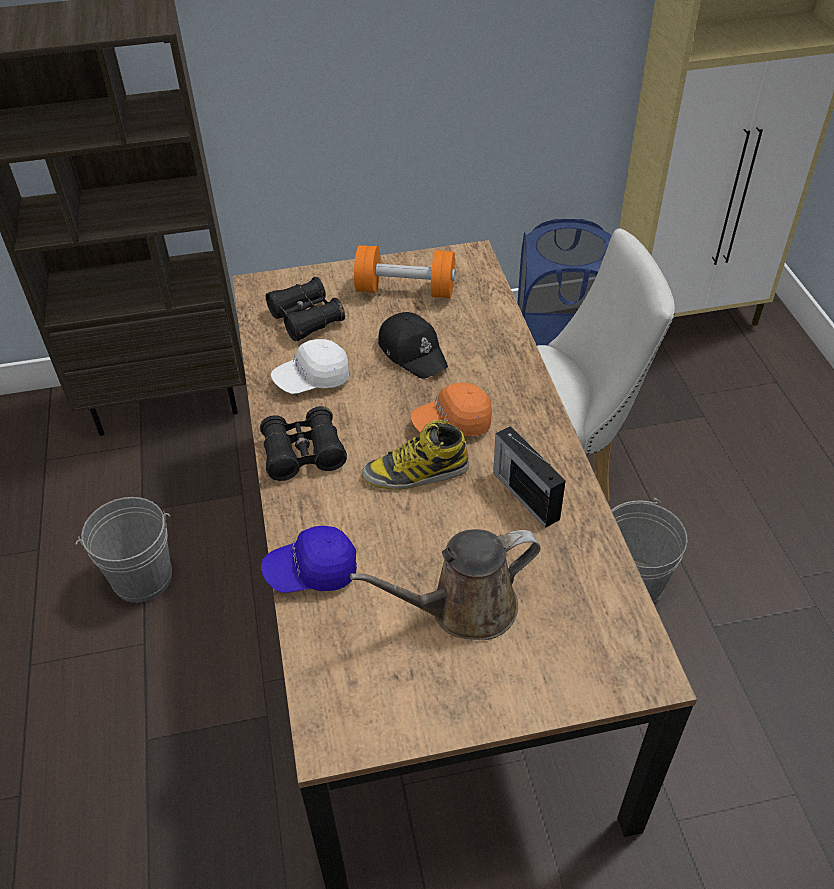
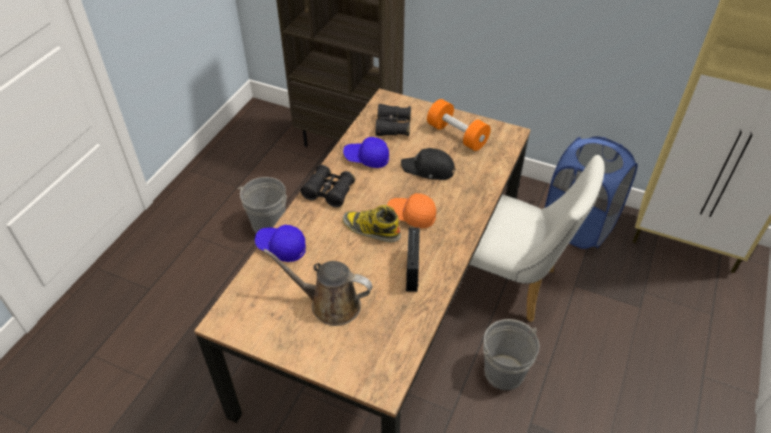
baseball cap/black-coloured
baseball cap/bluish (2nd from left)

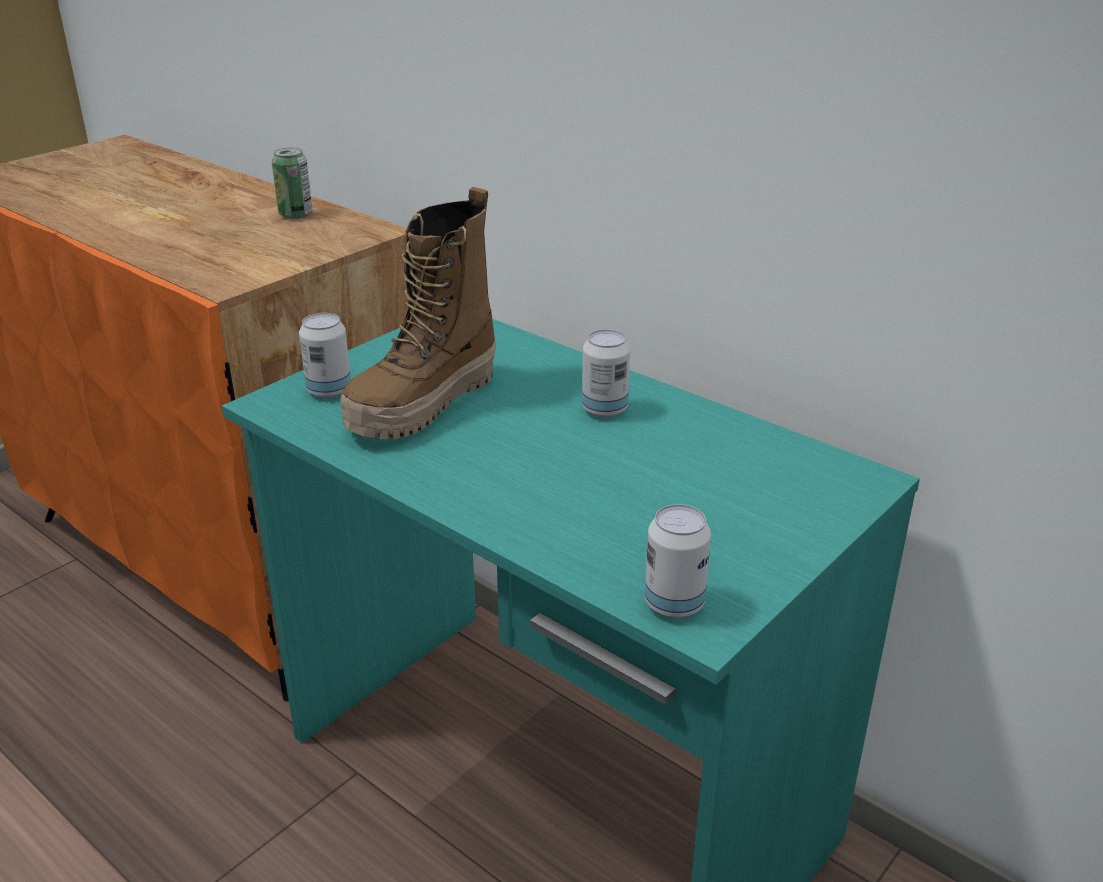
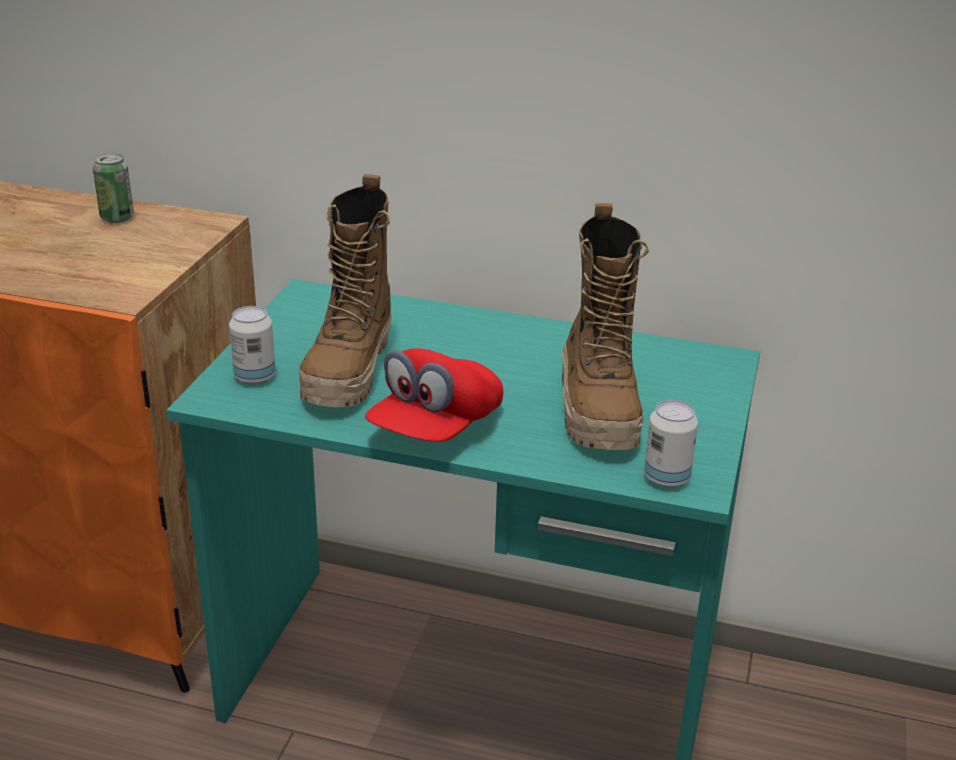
sealed can (3rd from left in the first image)
boot (2nd from left)
baseball cap/reddish

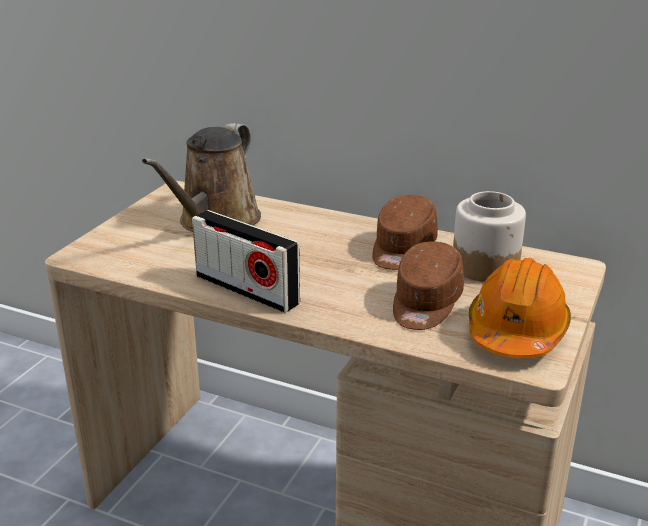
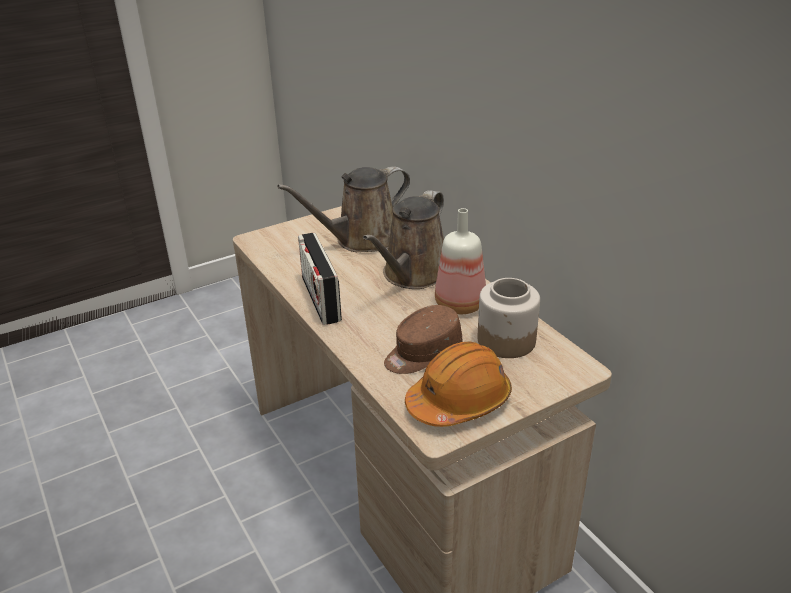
bottle
sprinkling can/brownish (2nd from left)

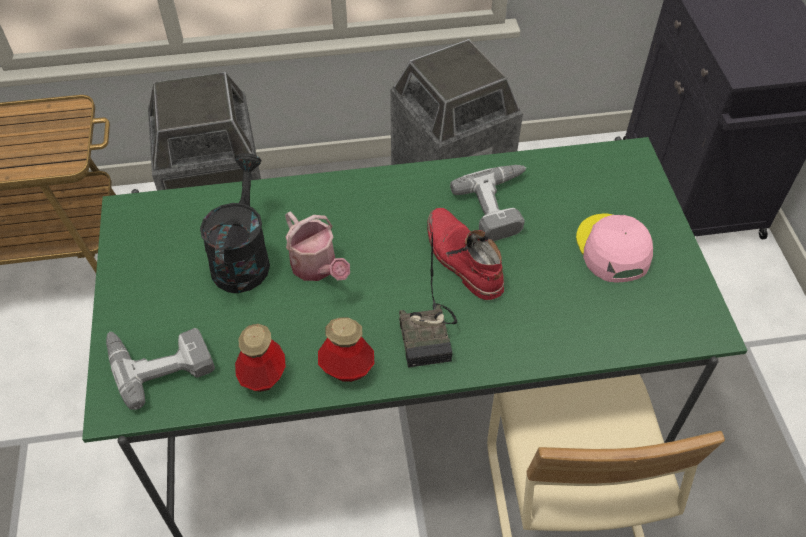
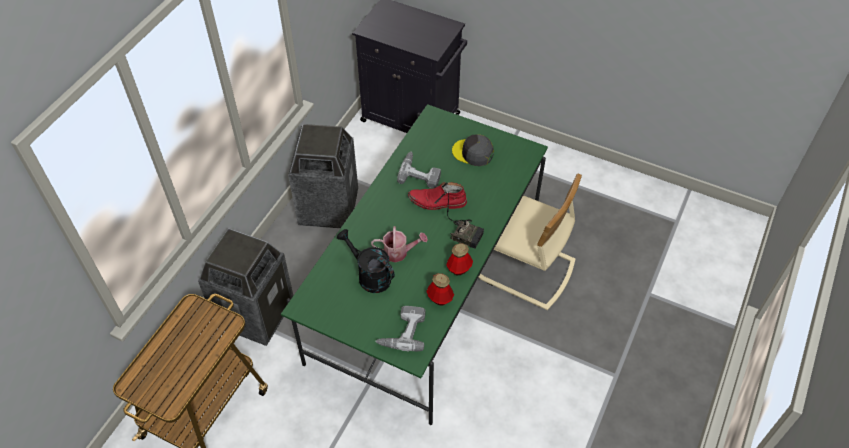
baseball cap/grey

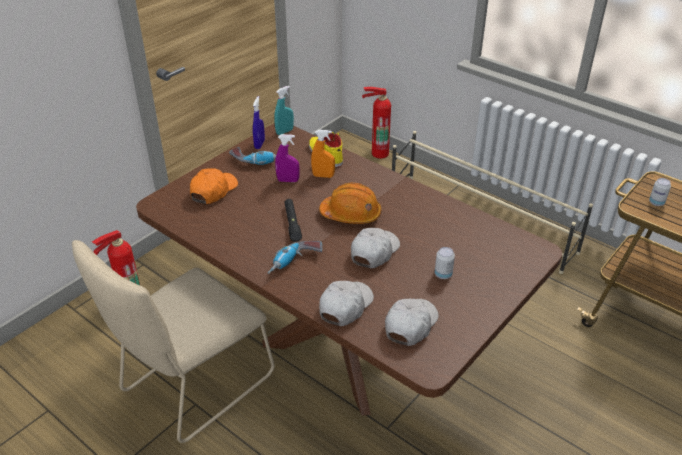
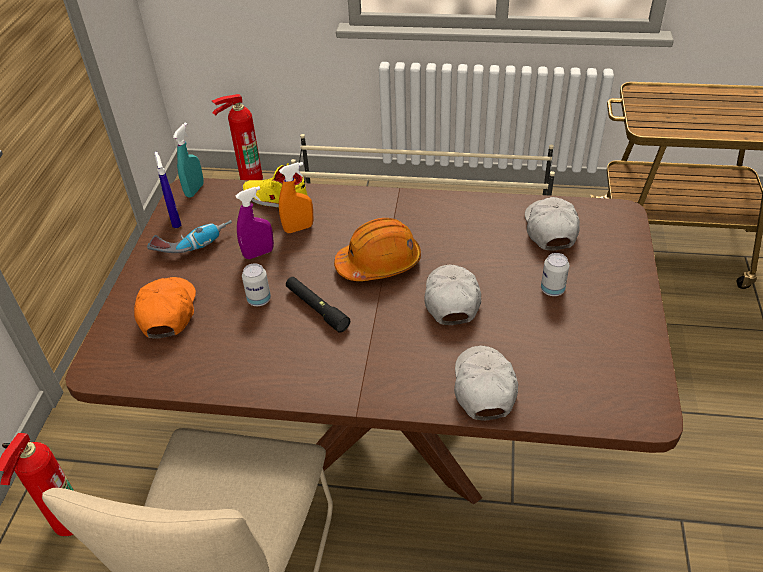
sealed can (1st from left)
electric drill (2nd from left in the first image)
baseball cap/white (3rd from left)

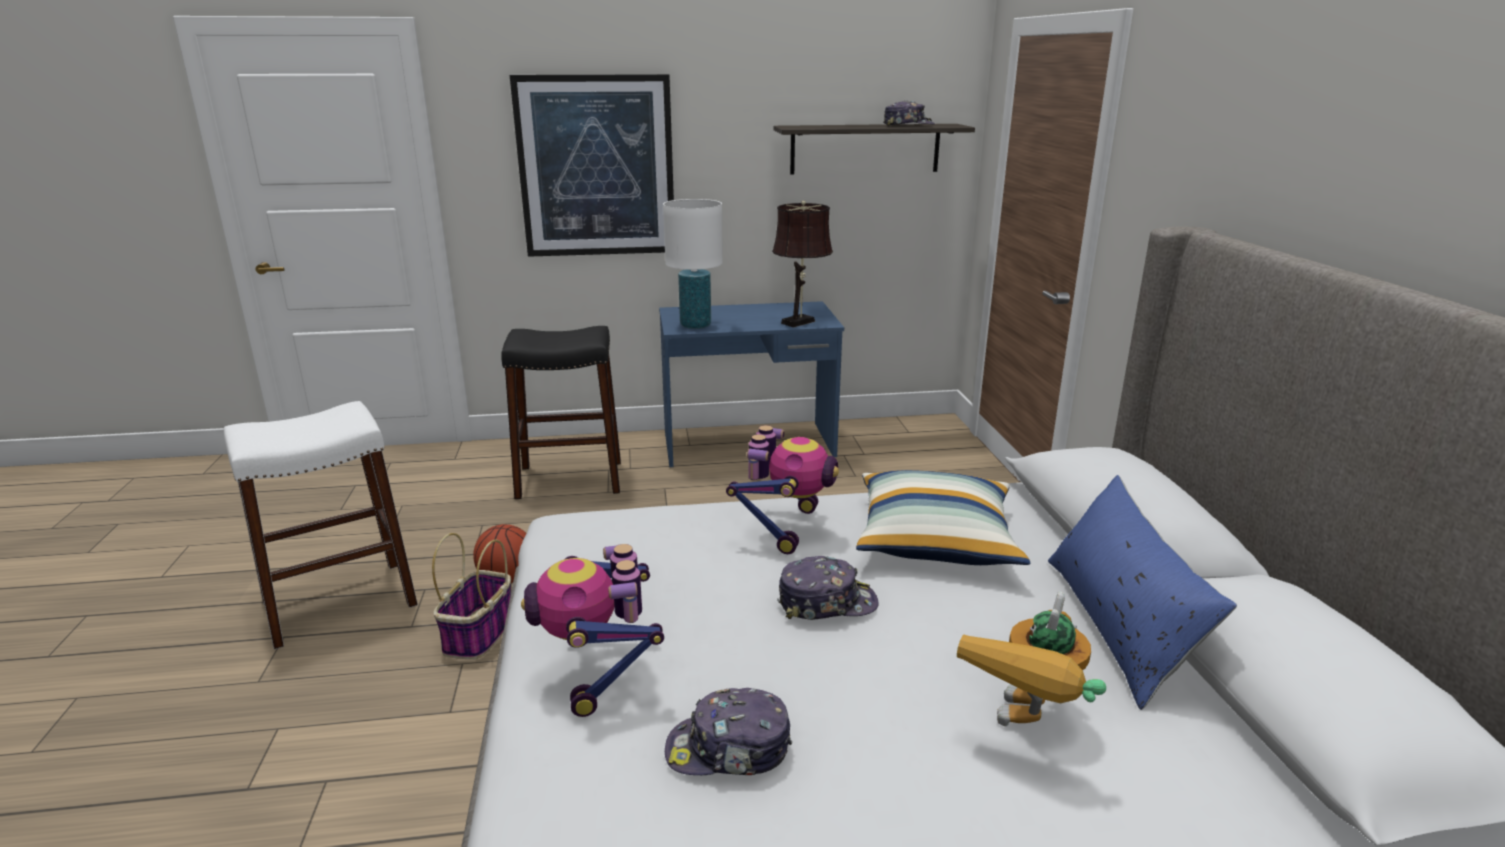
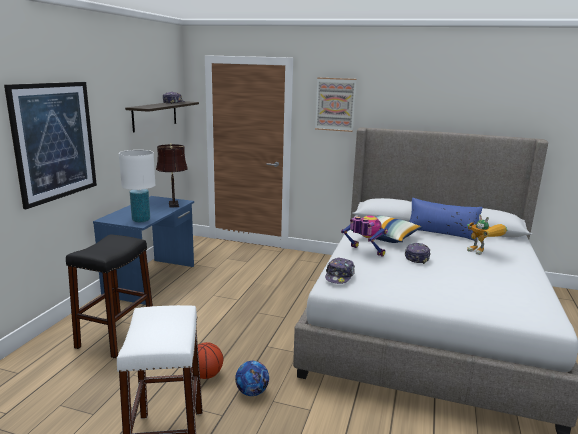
ball for football
toy robot (1st from left in the first image)
baseball cap (2nd from left)
wall picture (2nd from left)

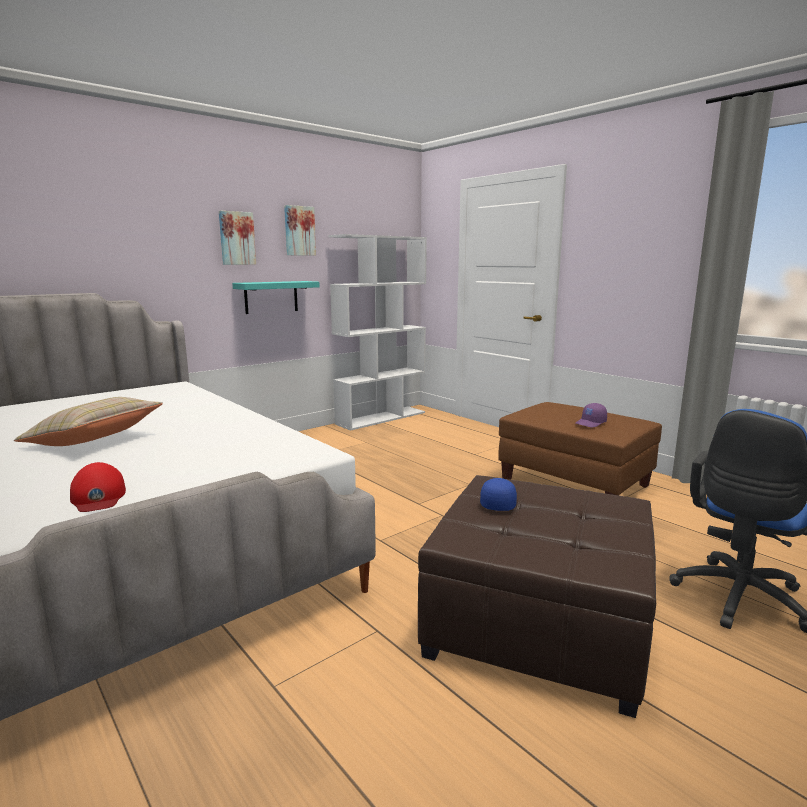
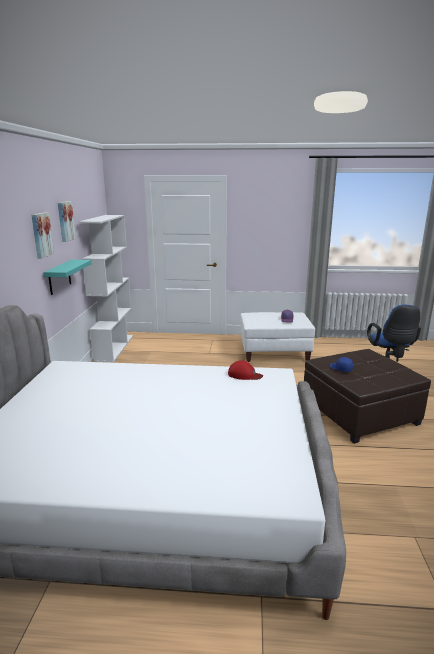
throw pillow/sand-coloured
ottoman/white
baseball cap/reddish

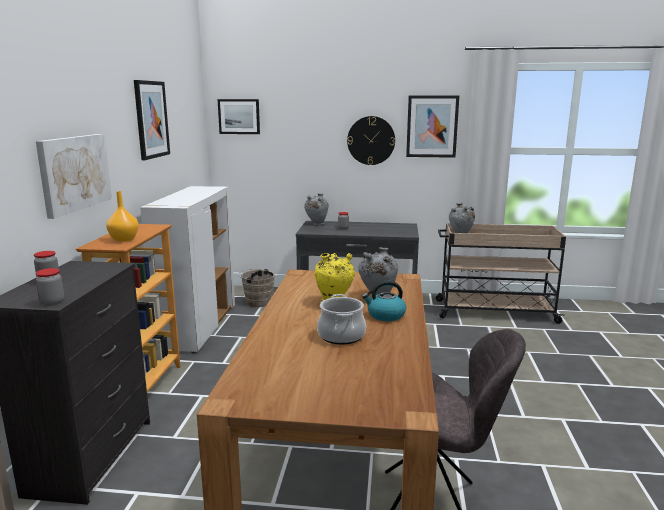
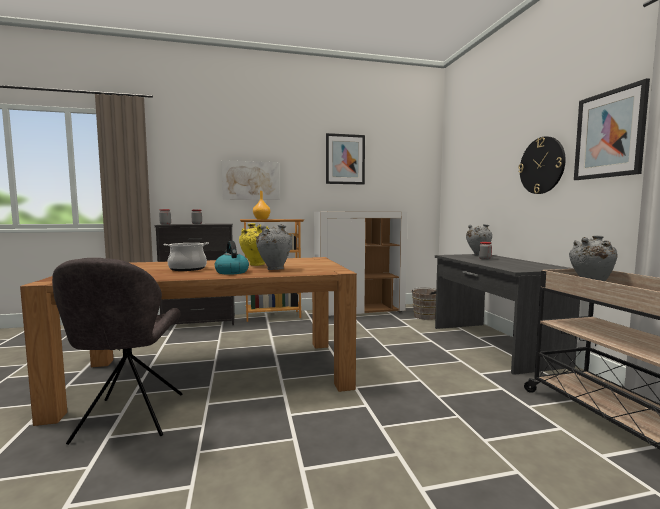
wall picture (3rd from left in the first image)

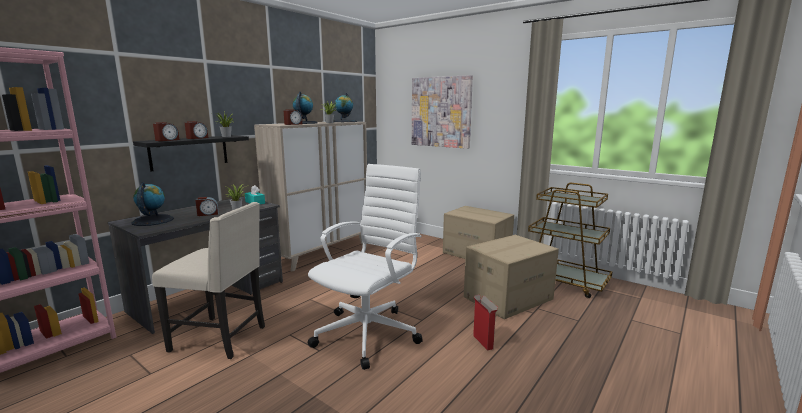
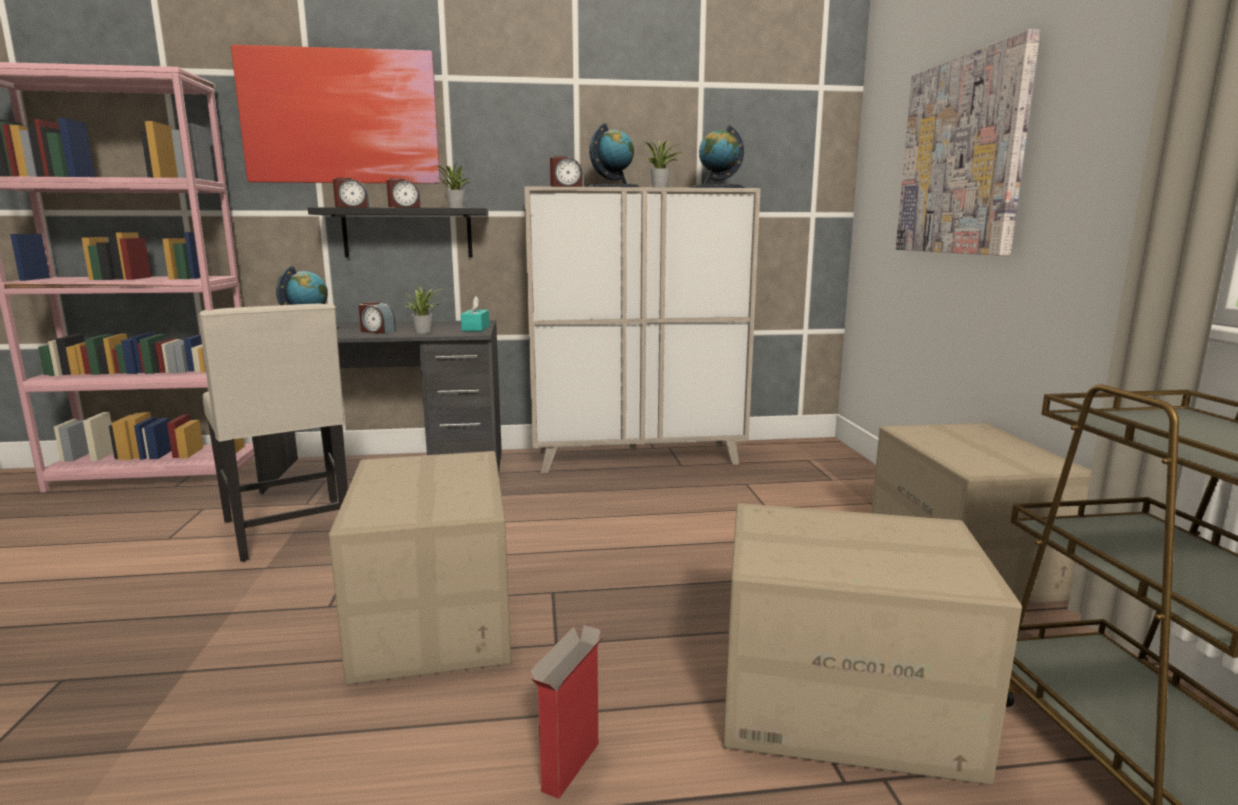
cardboard box (1st from left)
wall picture (1st from left)

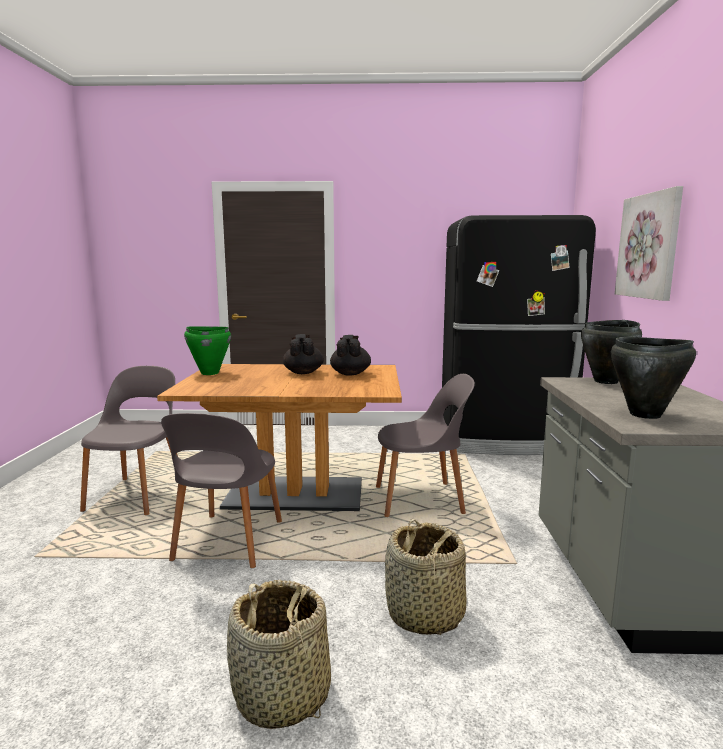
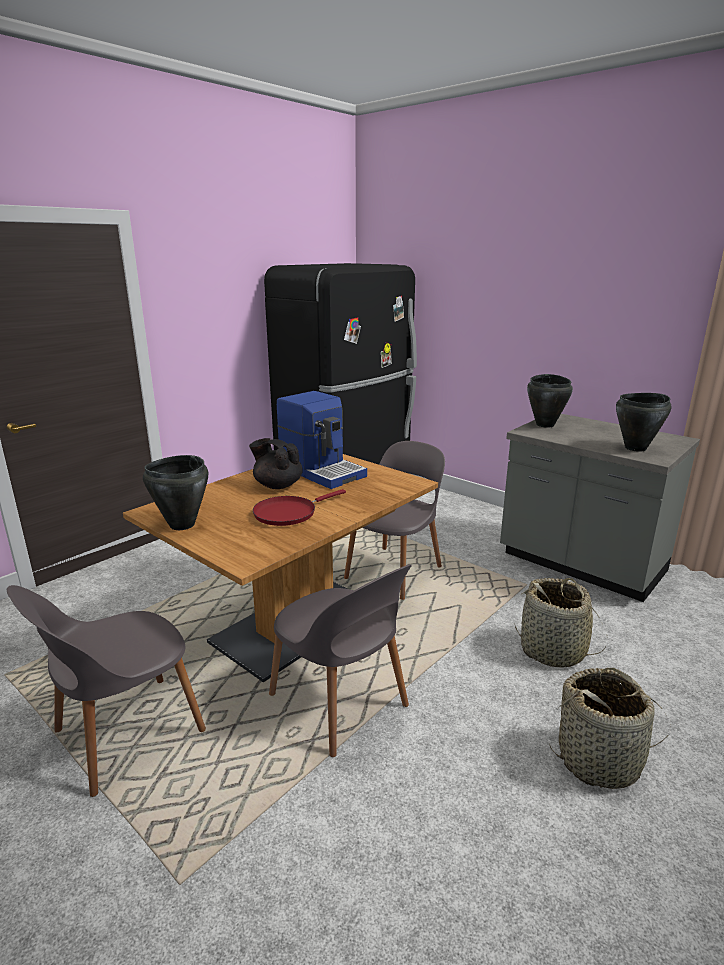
wall picture
stockpot/black-coloured (1st from left)
coffee brewer
chair/grey (1st from left)
pan/reddish

